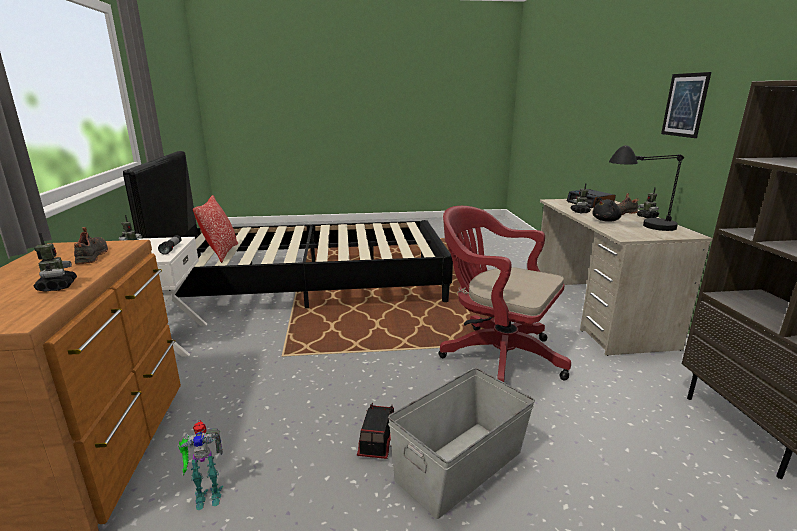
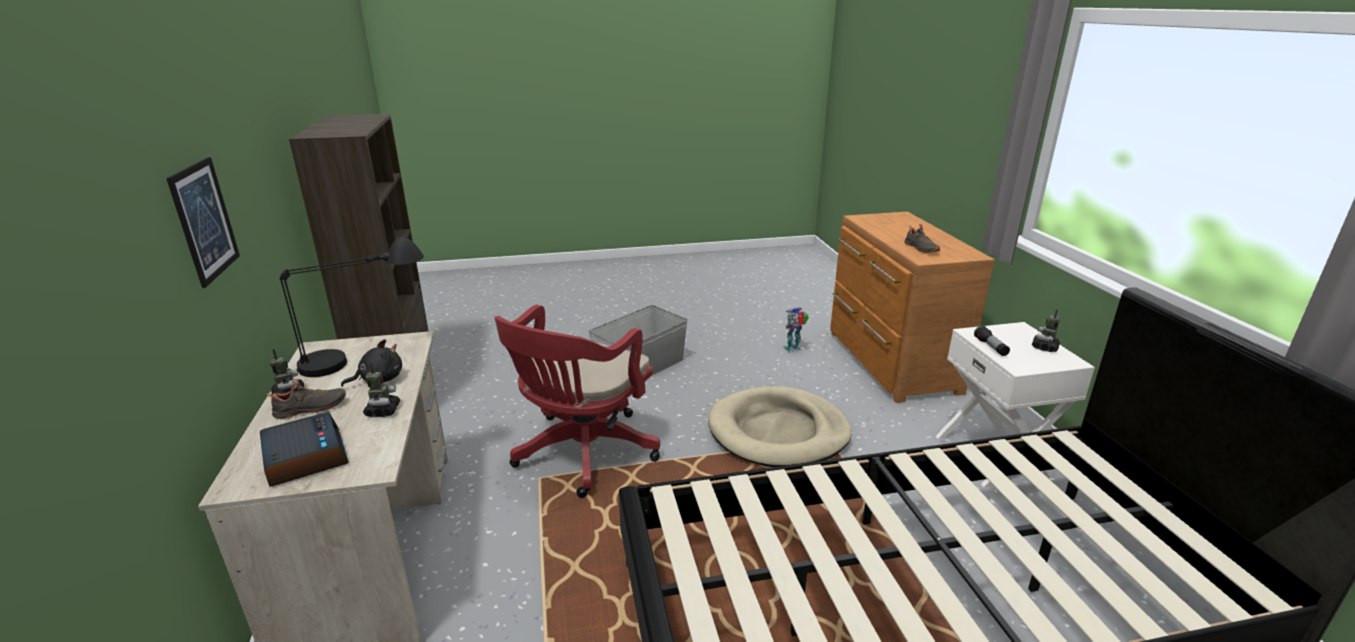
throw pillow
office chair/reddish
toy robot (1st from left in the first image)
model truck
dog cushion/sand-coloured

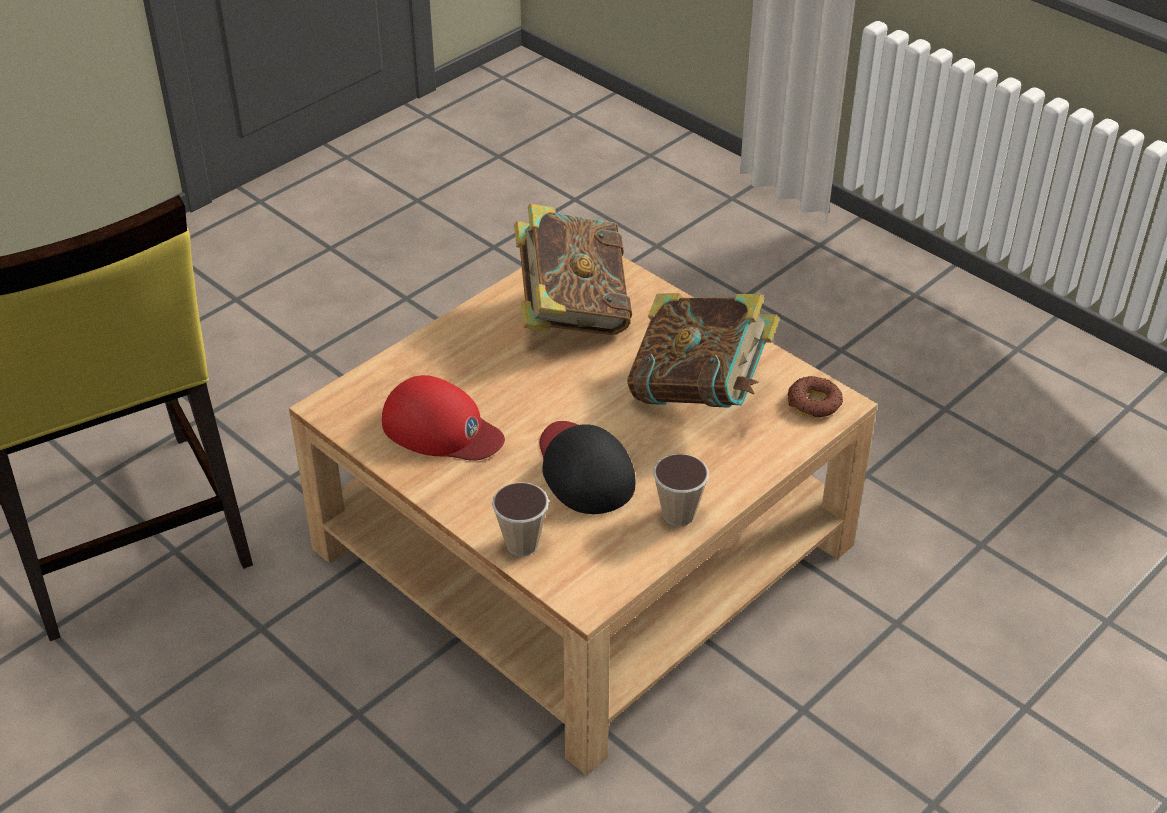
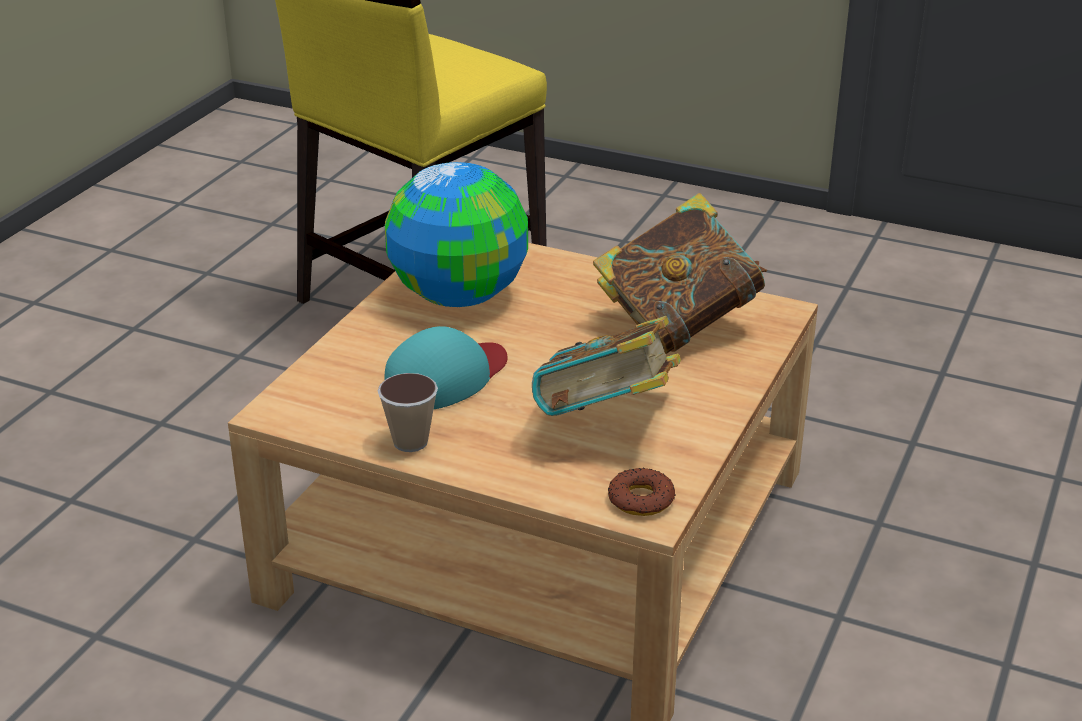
world globe
baseball cap/blue-green
cup (1st from left in the first image)

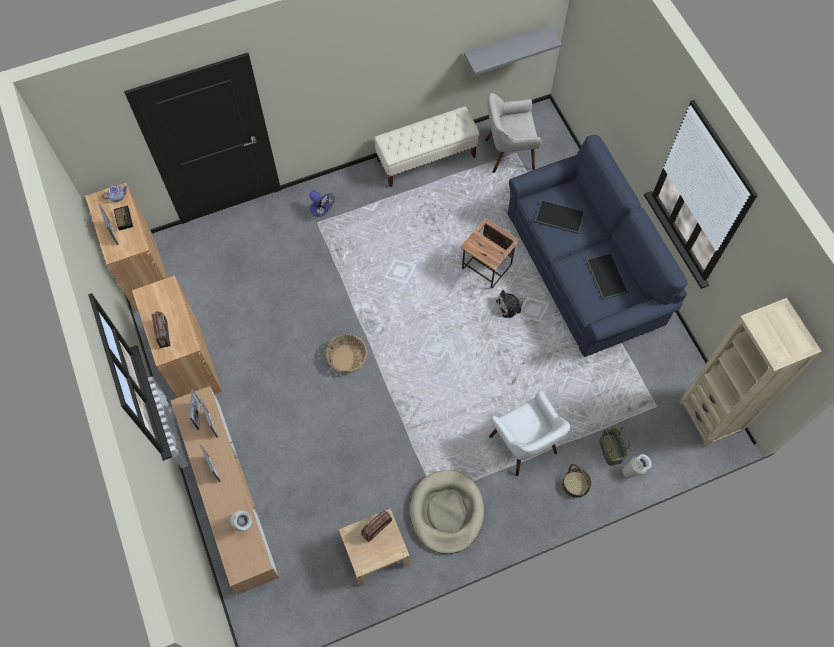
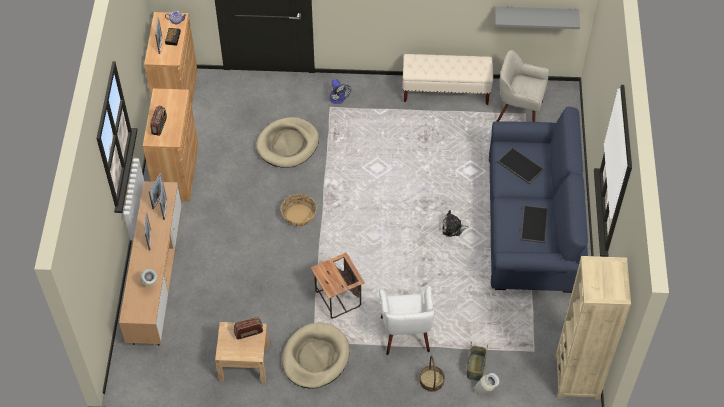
side table
dog cushion/sand-coloured (1st from left)

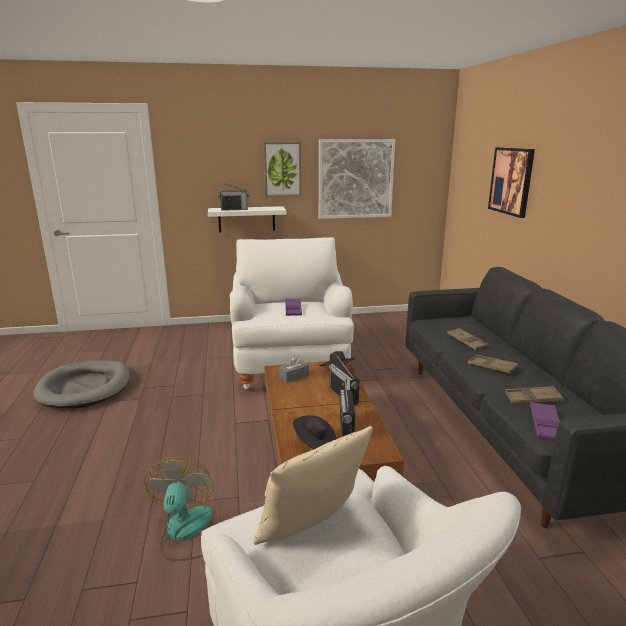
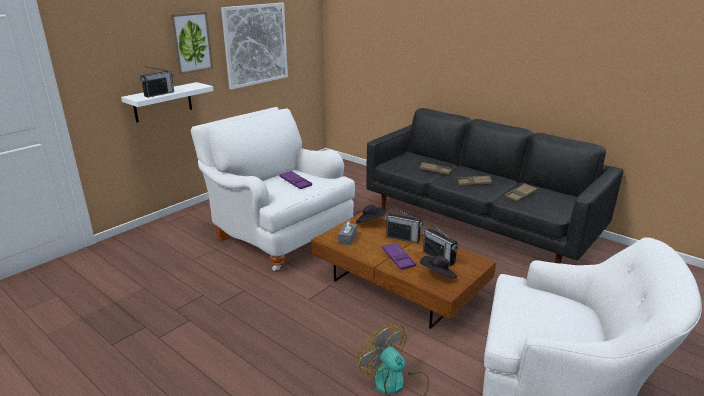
wall picture (3rd from left in the first image)
dog cushion/grey
tray/purplish (2nd from left)
throw pillow/sand-coloured

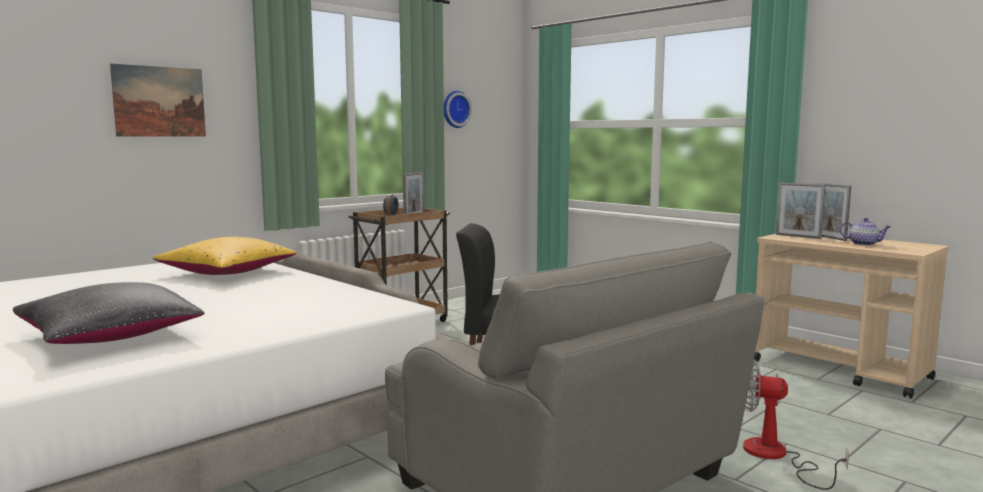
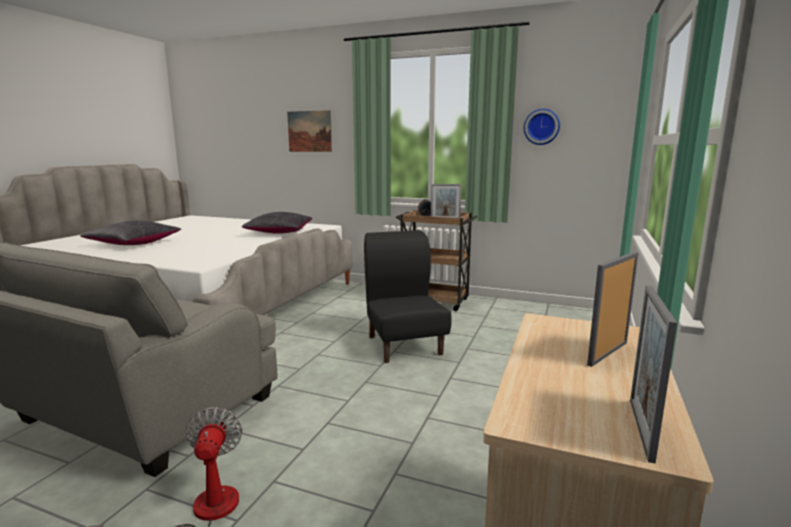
photo frame (3rd from left)
teapot
throw pillow/black-coloured (2nd from left)

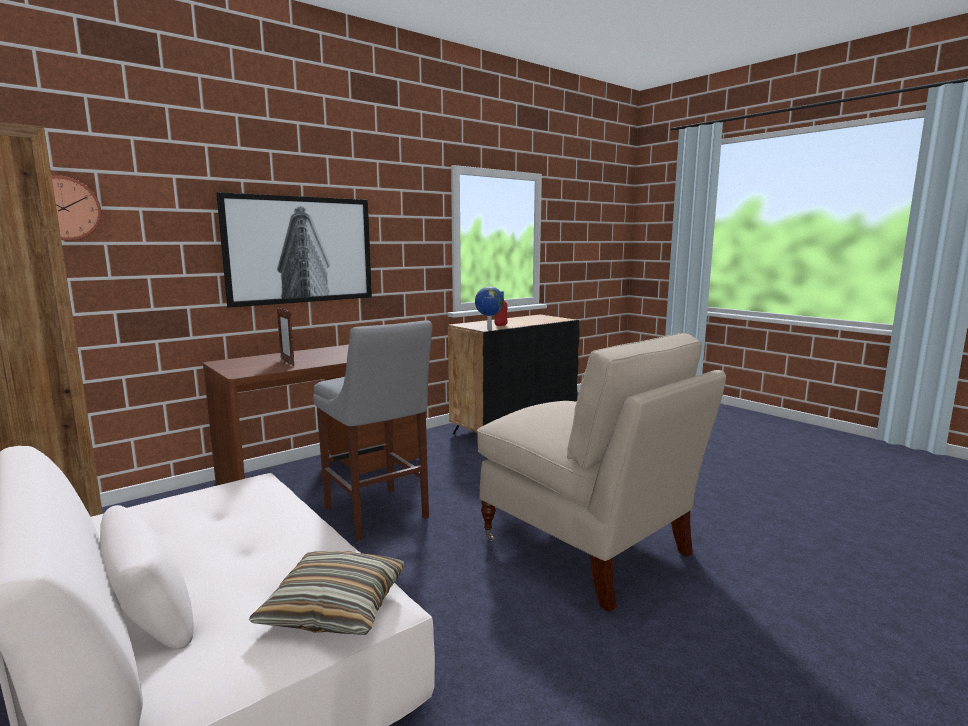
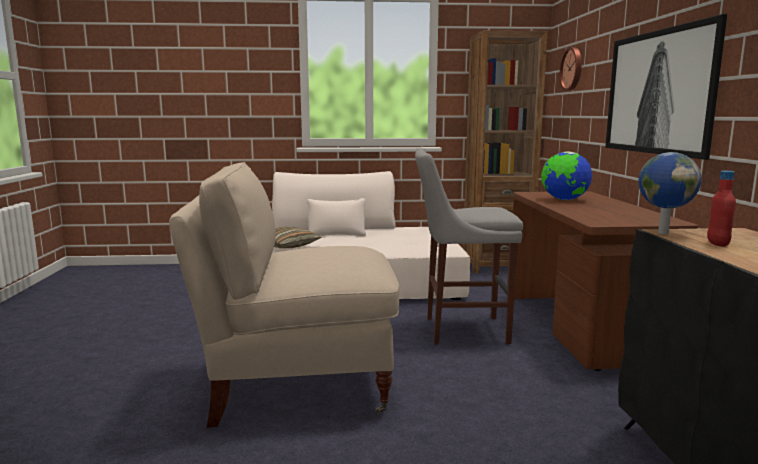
world globe (1st from left)

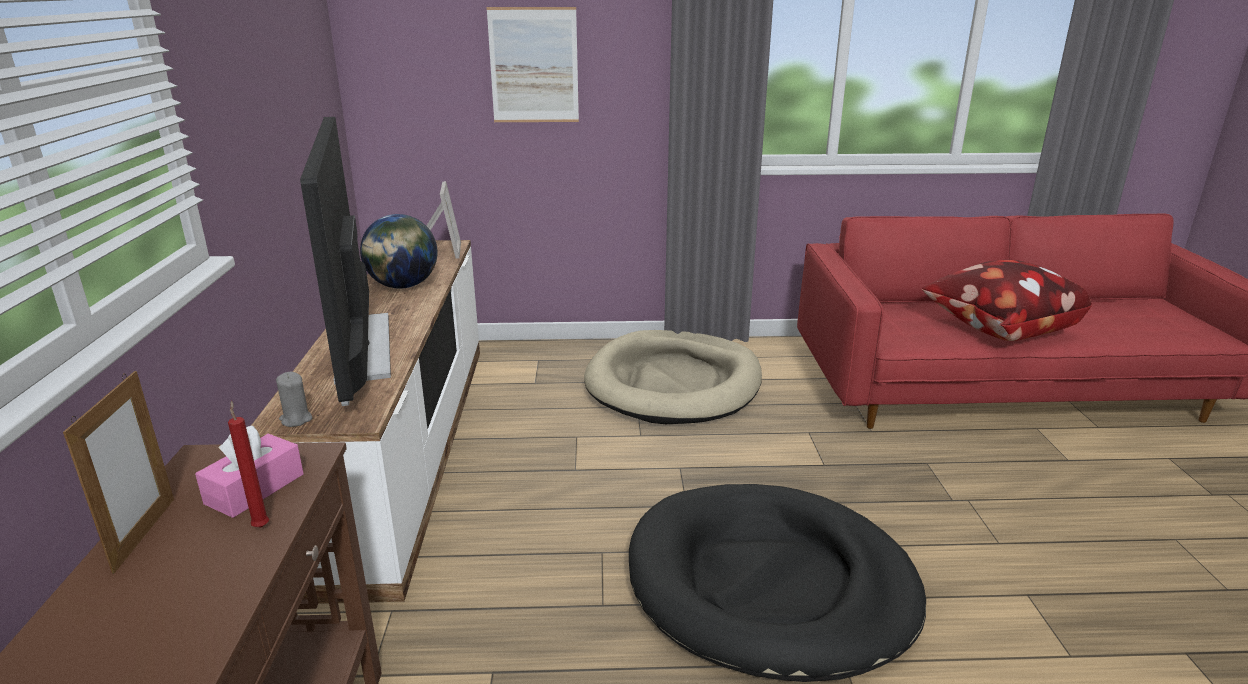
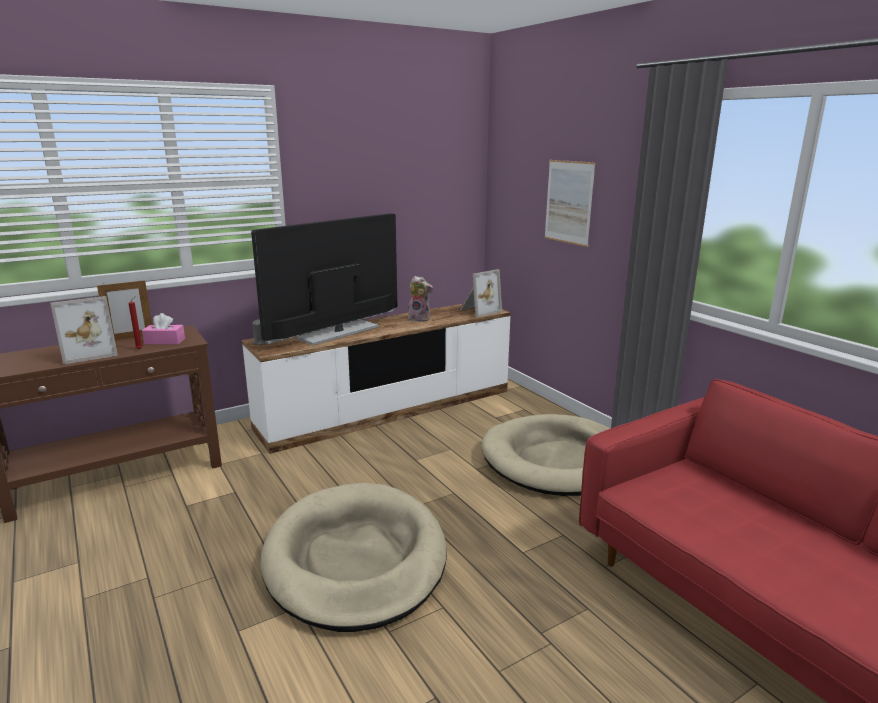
soft toy
throw pillow
dog cushion/sand-coloured (1st from left)
photo frame (1st from left)

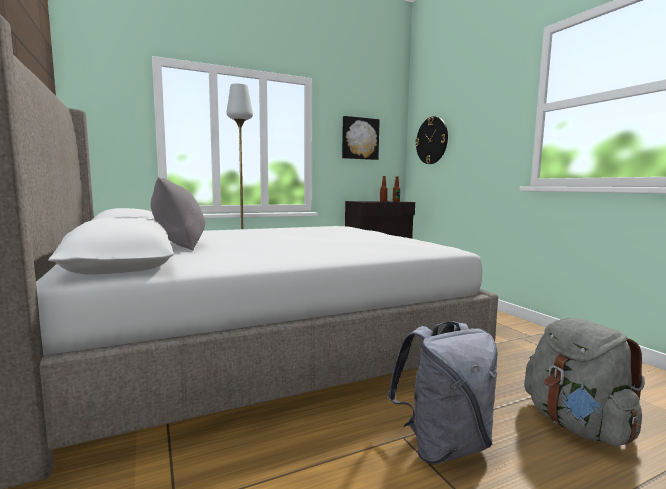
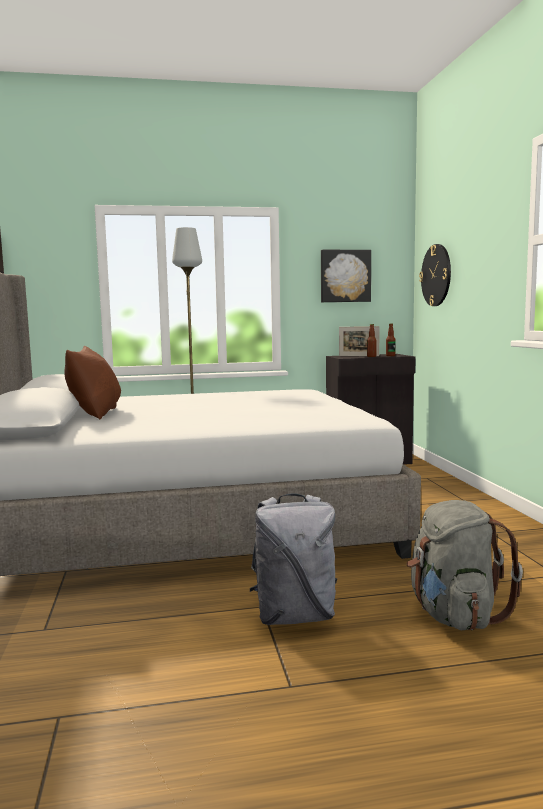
throw pillow/brownish
photo frame

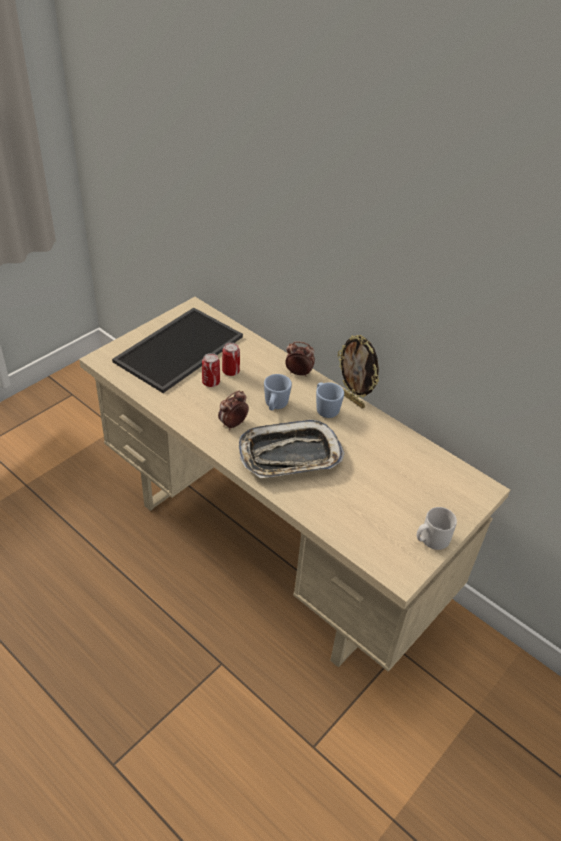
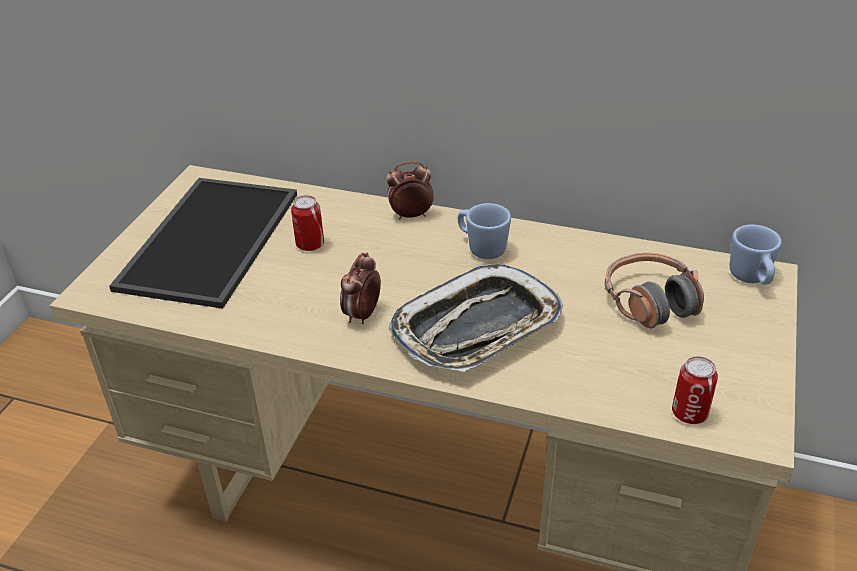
photo frame
sealed can (2nd from left)
tea mug/bluish (2nd from left)
tea mug/grey
headset

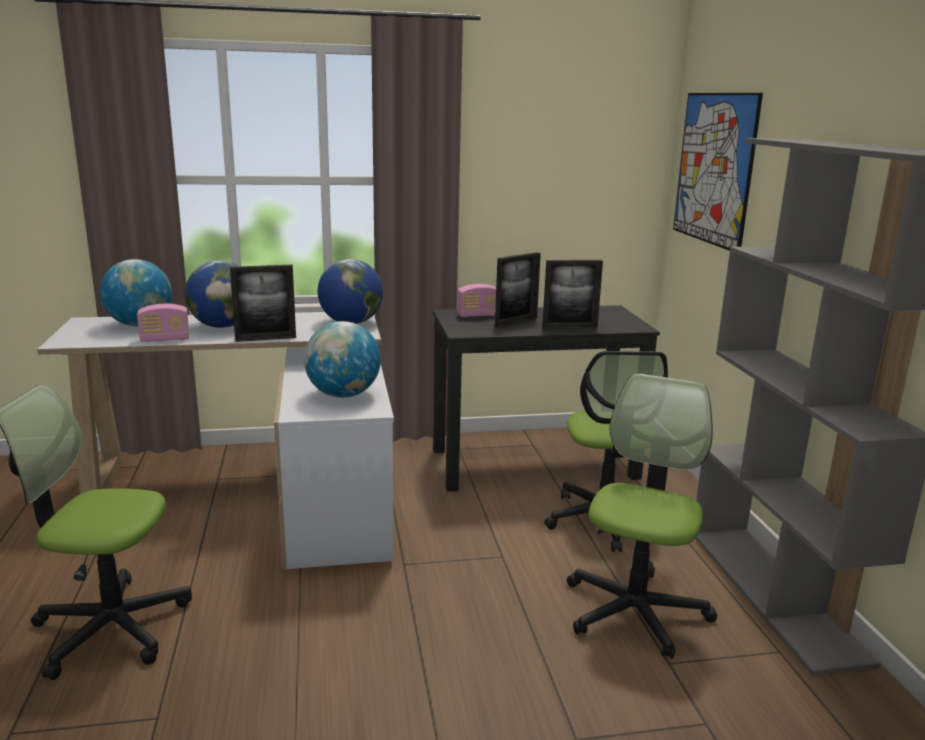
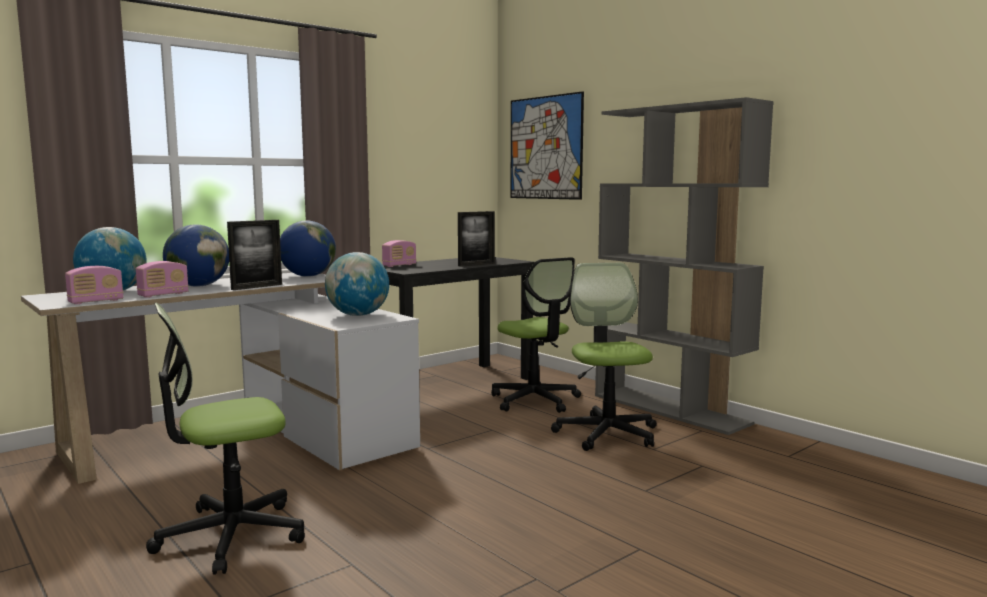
photo frame (2nd from left in the first image)
radio set (1st from left)

